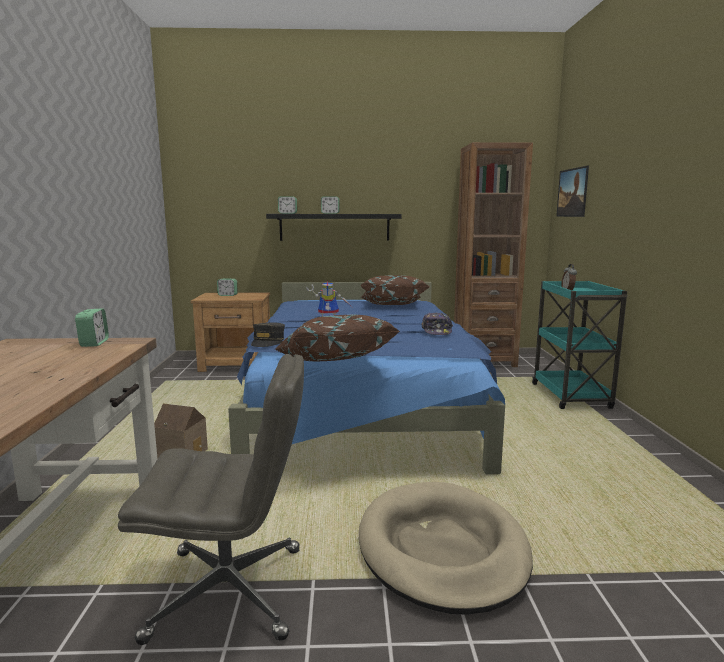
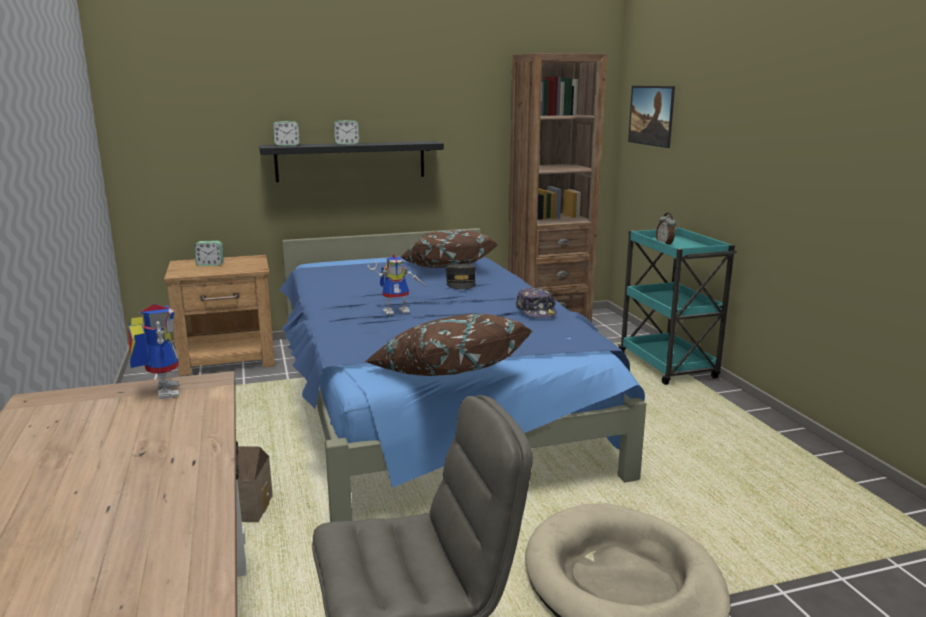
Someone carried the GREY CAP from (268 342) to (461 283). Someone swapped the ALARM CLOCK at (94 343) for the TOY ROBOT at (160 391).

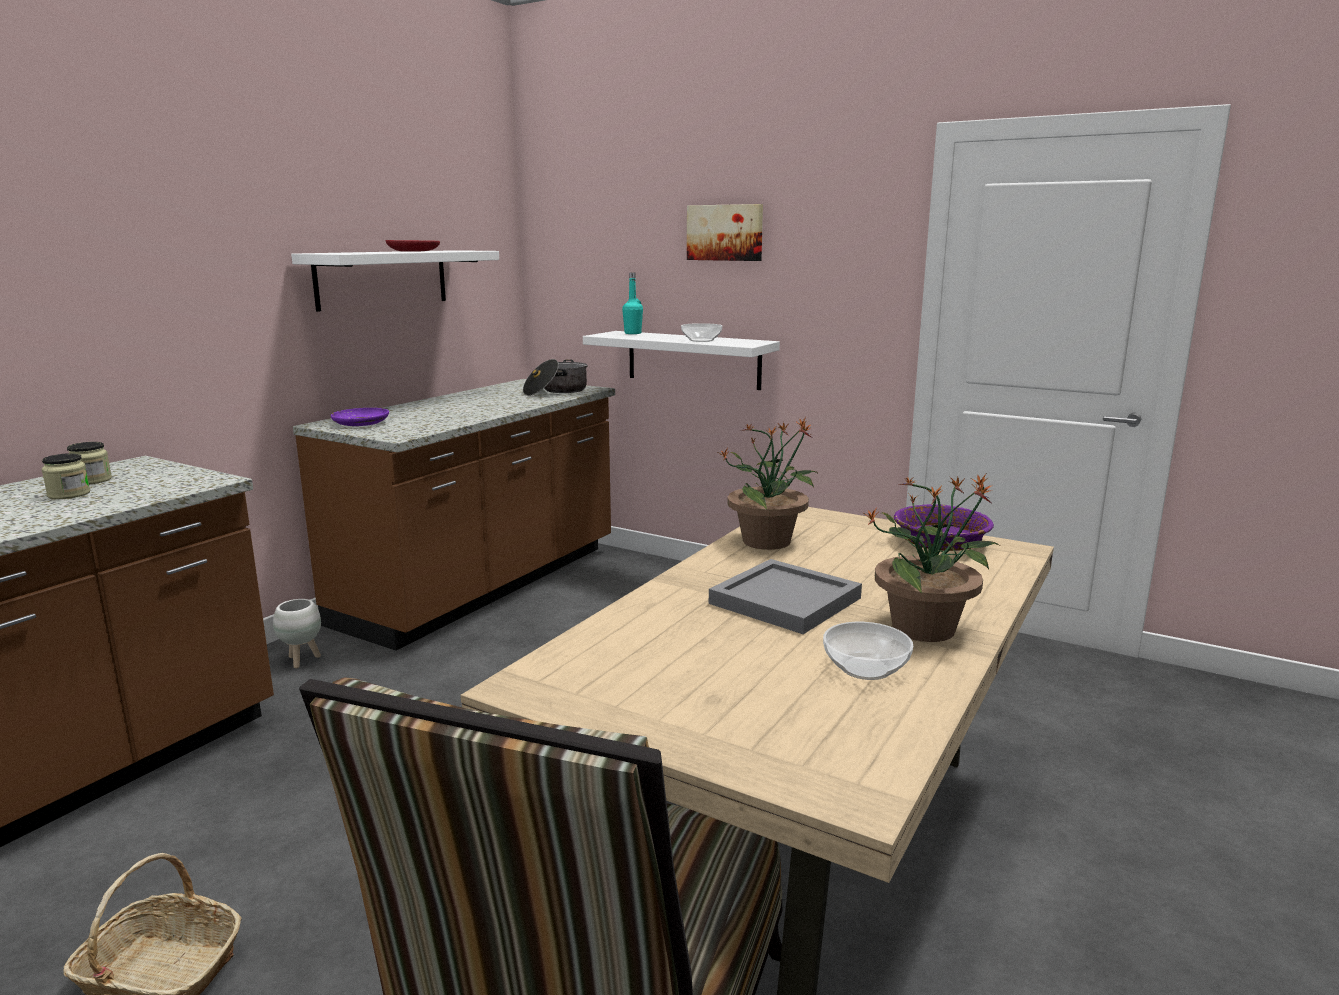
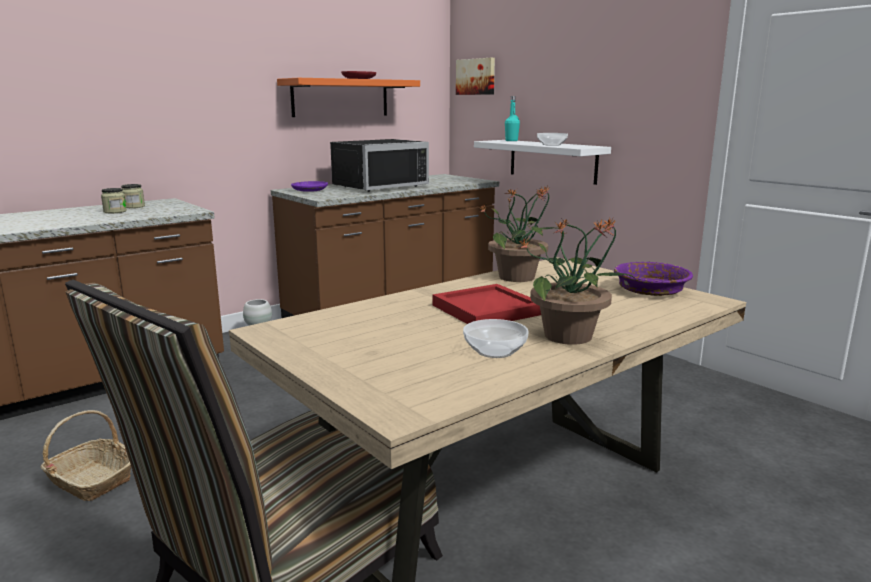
Someone took away the COOKING POT at (556 391). Someone put down the BLACK MICROWAVE at (377 186). Someone carried the PICTURE from (725 232) to (476 76). Someone repainted the WHITE SHELF at (382 279), which became the ORANGE SHELF at (340 98). Someone repainted the GREY TRAY at (782 601), which became the RED TRAY at (485 309).

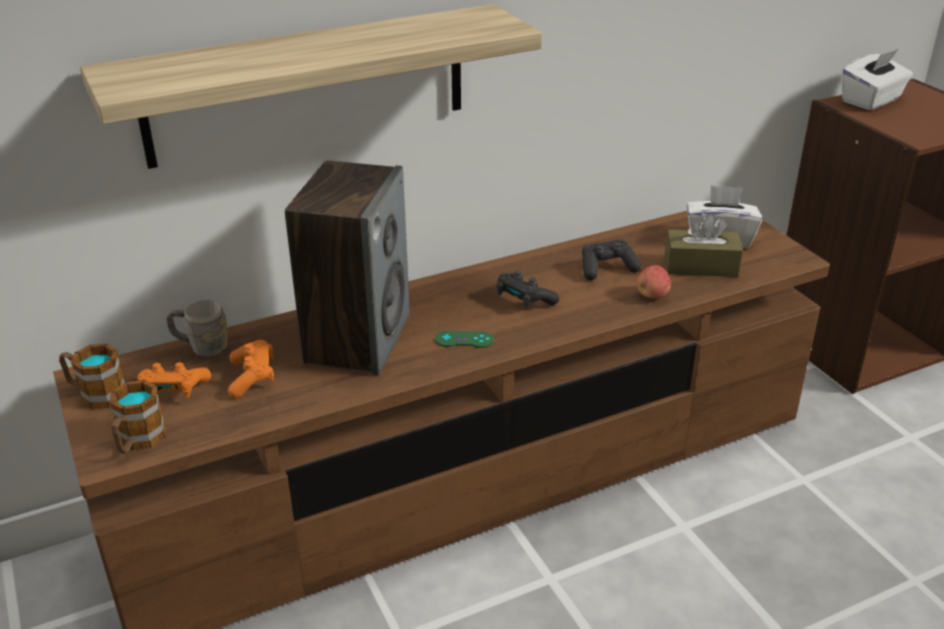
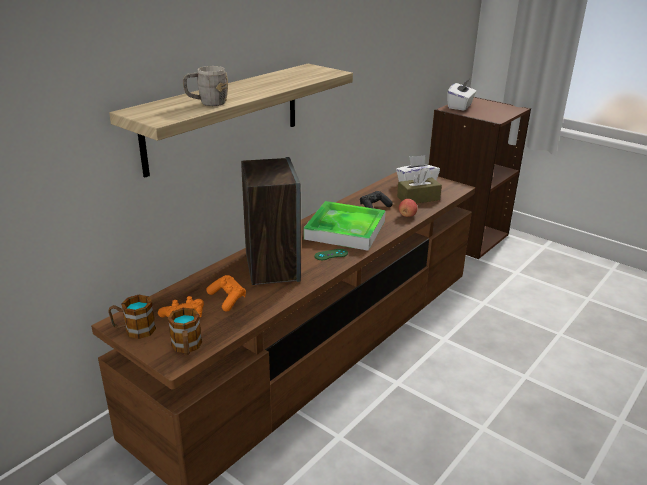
Someone carried the GREY MUG from (201 347) to (207 103). Someone swapped the BLACK GAME CONTROLLER at (524 300) for the TRAY at (345 230).

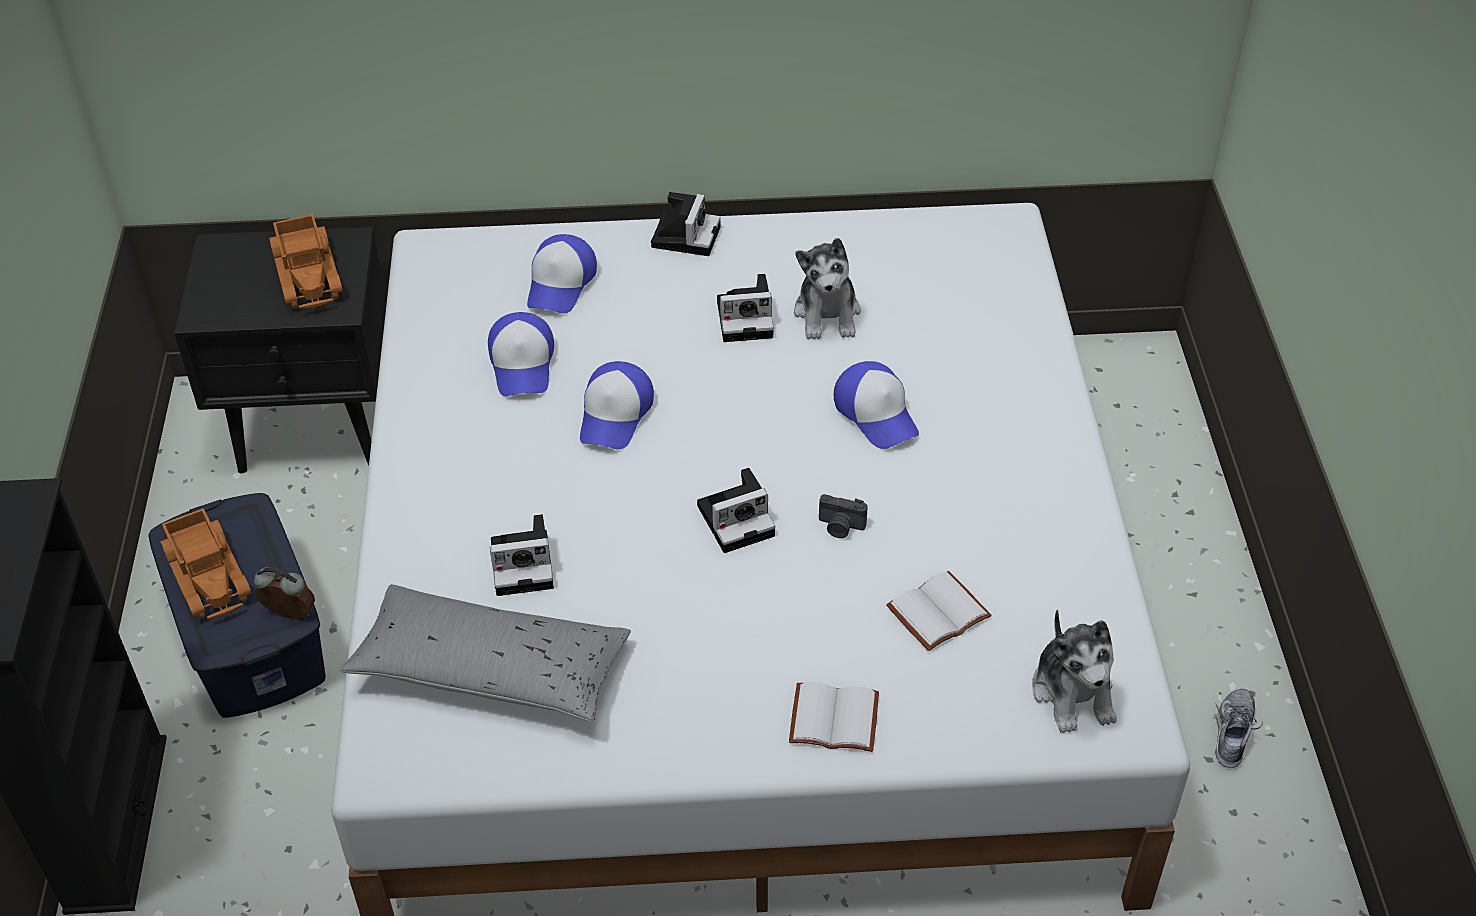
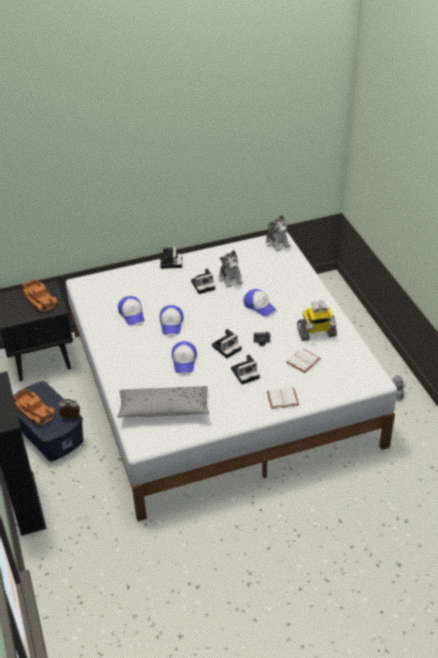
Someone put down the TOY ROBOT at (316 333). Someone carried the PHOTO CAMERA from (525 564) to (246 373). Someone carried the CAP from (561 284) to (184 361). Someone carried the PLUSH TOY from (1073 692) to (277 243).

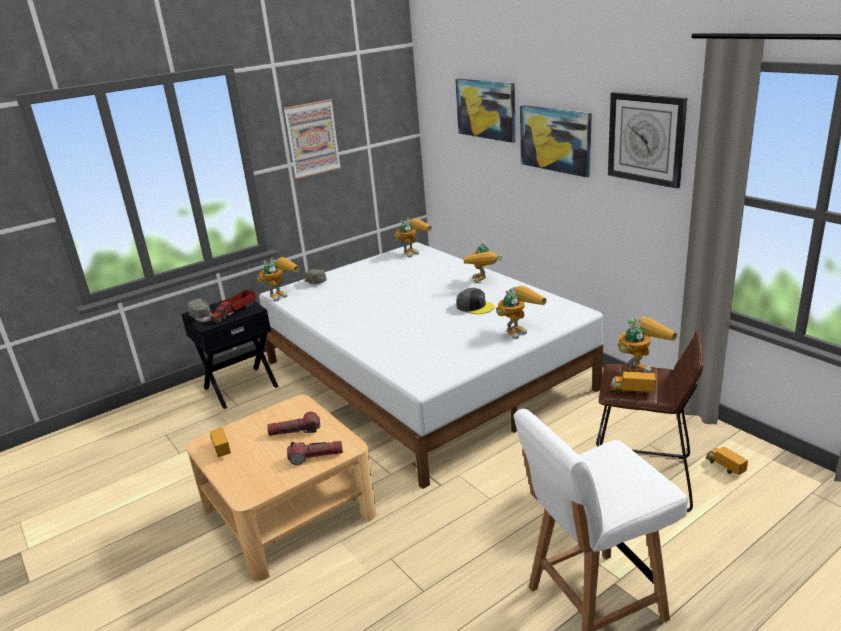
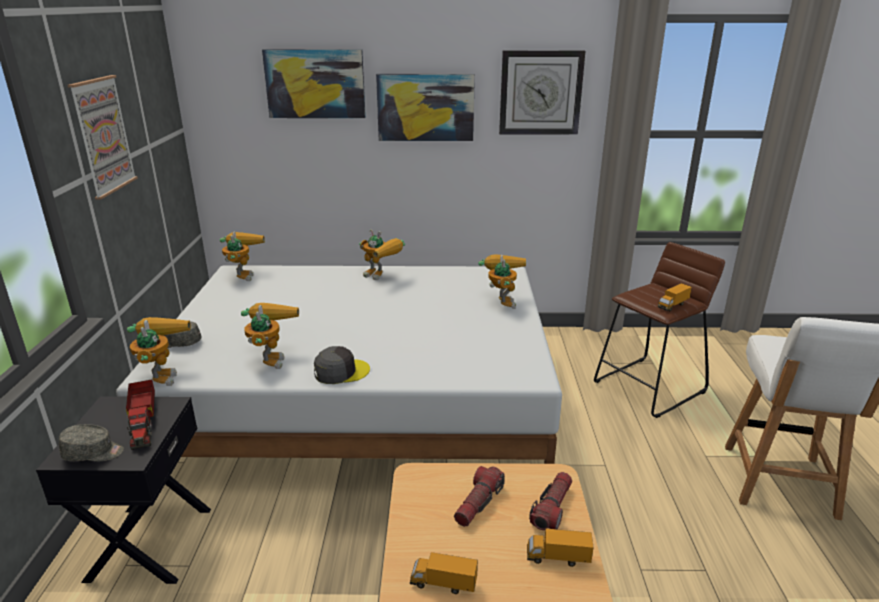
Someone carried the GREY CAP from (475 306) to (341 371). Someone carried the TOY ROBOT from (640 368) to (271 358). Someone carried the TOY TRUCK from (725 467) to (557 558).

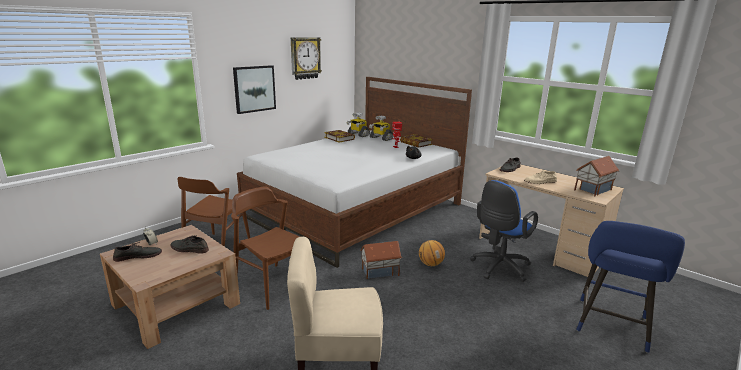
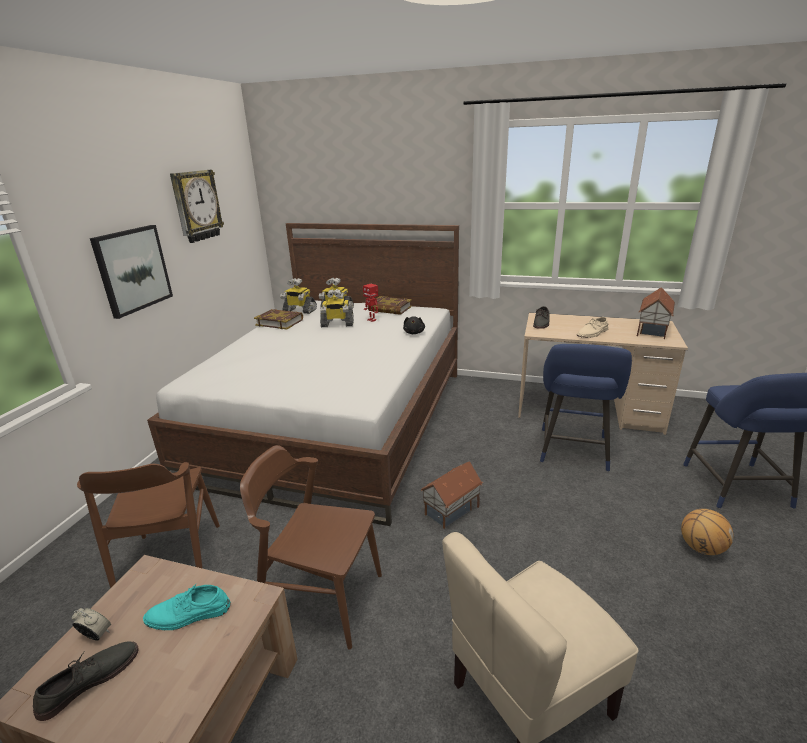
Someone put down the TOY ROBOT at (337 324). Someone carried the BASKETBALL from (430 264) to (701 548). Someone swapped the BLUE OFFICE CHAIR at (498 268) for the BLUE STOOL at (573 452). Someone repainted the GREY SHOE at (189 249), which became the TURQUOISE SHOE at (188 614).

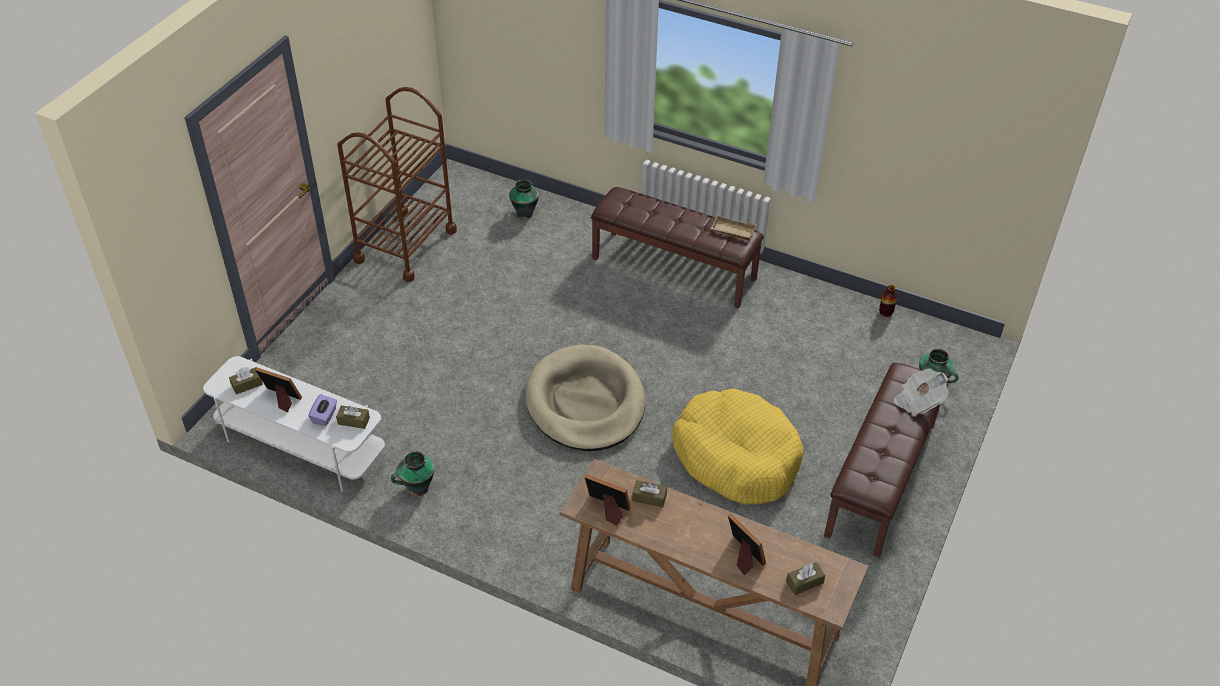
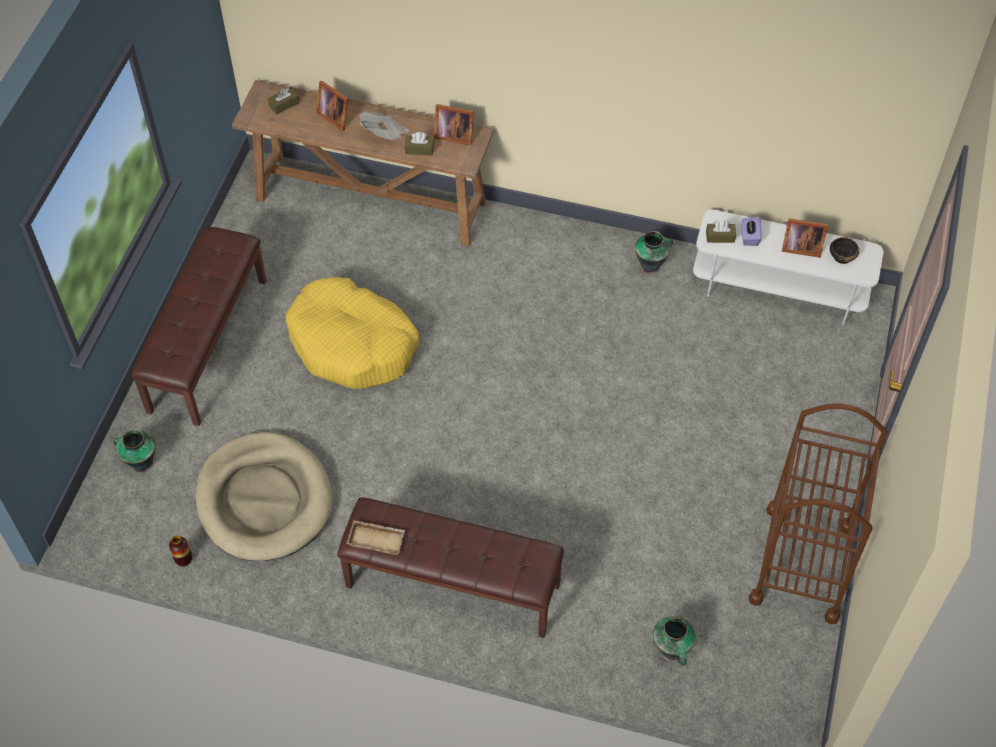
Someone carried the BEIGE DOG BED from (585 403) to (264 500). Someone carried the NEWSPAPER from (918 401) to (384 134). Someone swapped the BROWN TISSUE BOX at (247 385) for the BOWL at (842 256).

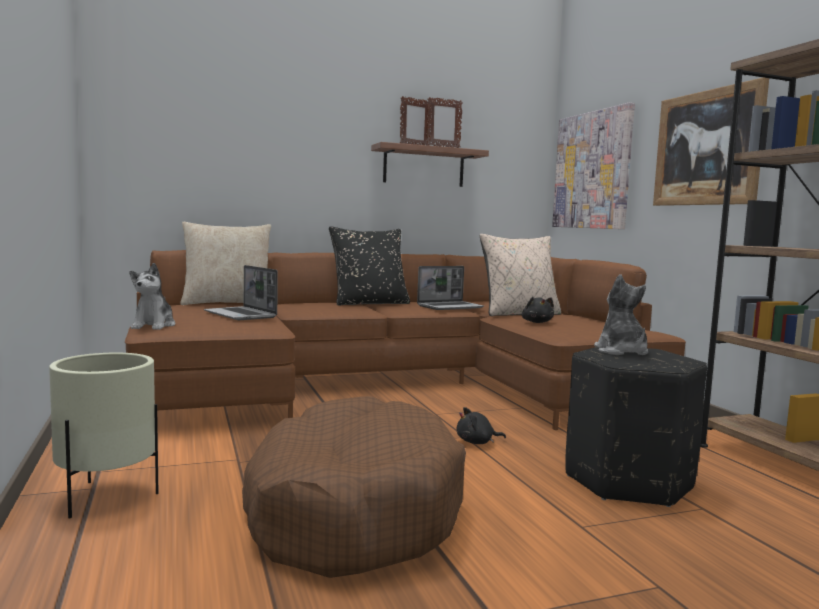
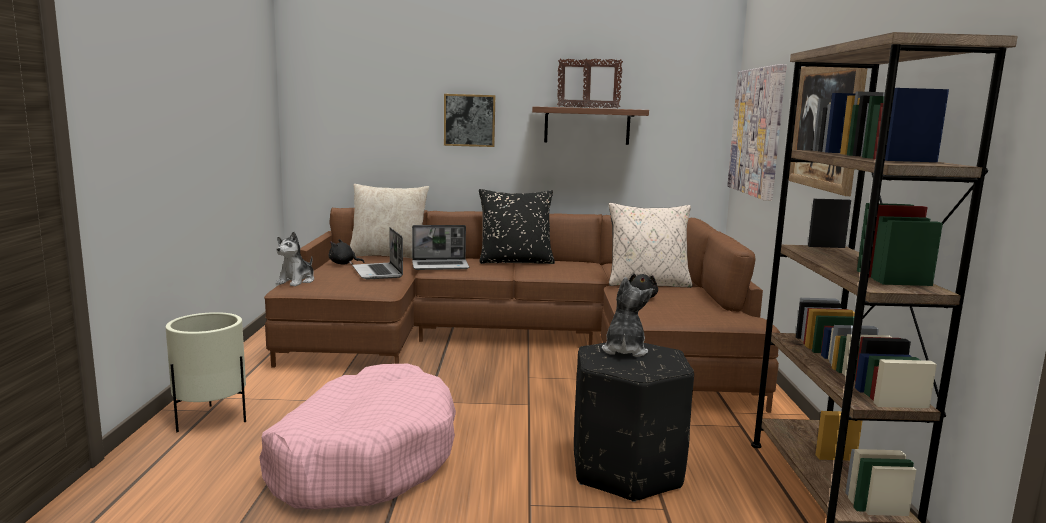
Someone put up the PICTURE at (469 120). Someone carried the LAPTOP from (450 307) to (441 266). Someone carried the BLACK PLUSH TOY from (477 442) to (343 264). Someone repainted the BROWN DOG BED at (351 510), which became the PINK DOG BED at (363 458).

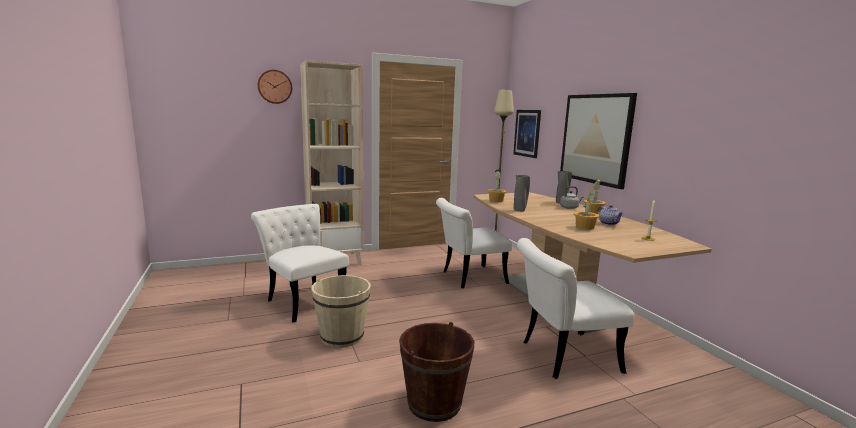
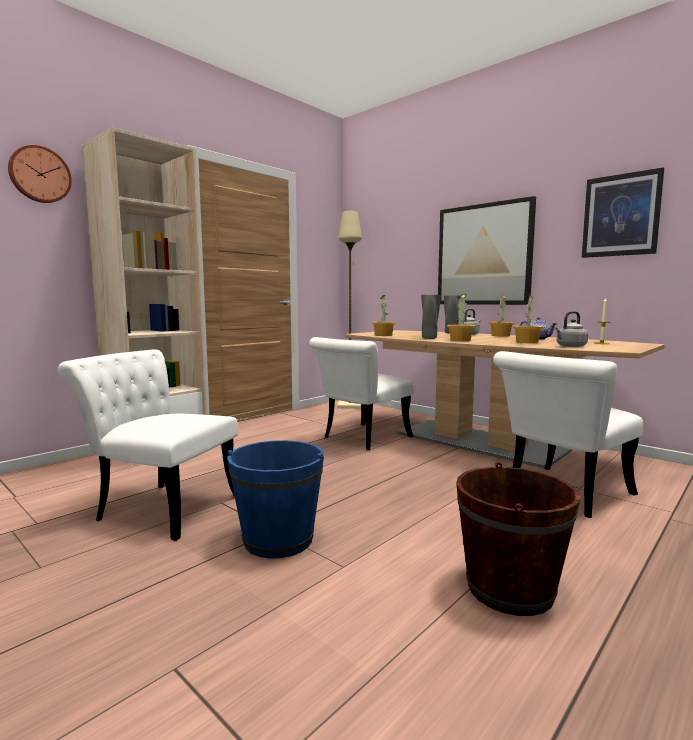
Someone put down the POTTED PLANT at (460 340). Someone put down the GREY KETTLE at (570 346). Someone carried the PICTURE from (527 133) to (621 215). Someone repainted the BEIGE BUCKET at (342 336), which became the BLUE BUCKET at (278 540).

